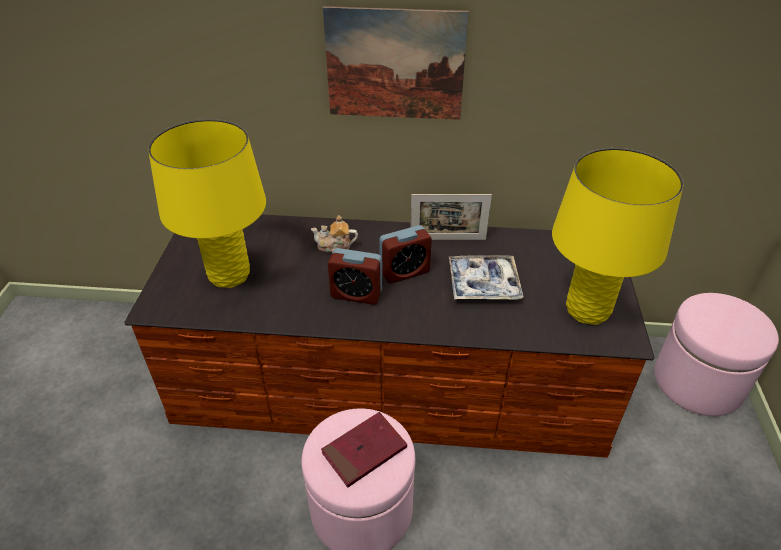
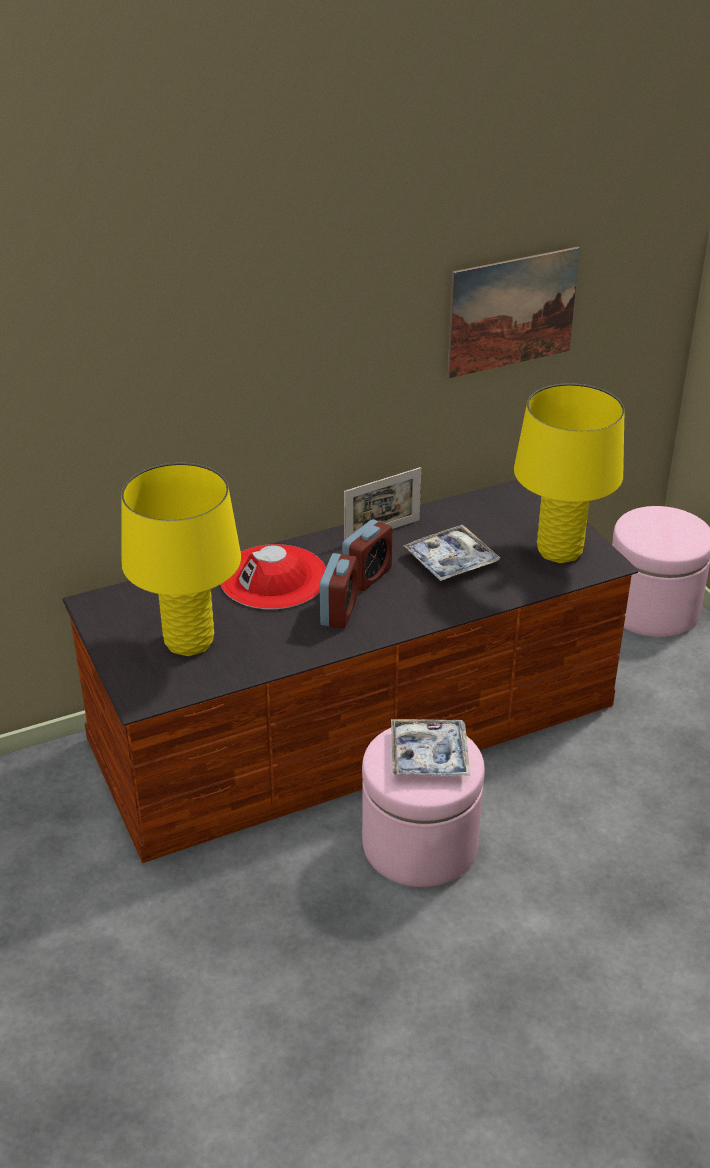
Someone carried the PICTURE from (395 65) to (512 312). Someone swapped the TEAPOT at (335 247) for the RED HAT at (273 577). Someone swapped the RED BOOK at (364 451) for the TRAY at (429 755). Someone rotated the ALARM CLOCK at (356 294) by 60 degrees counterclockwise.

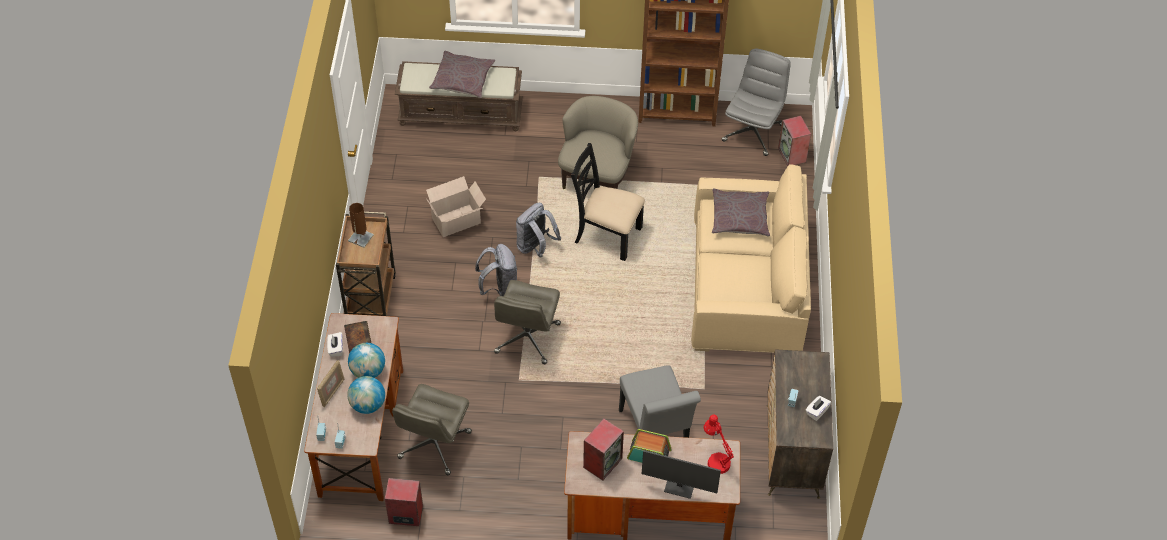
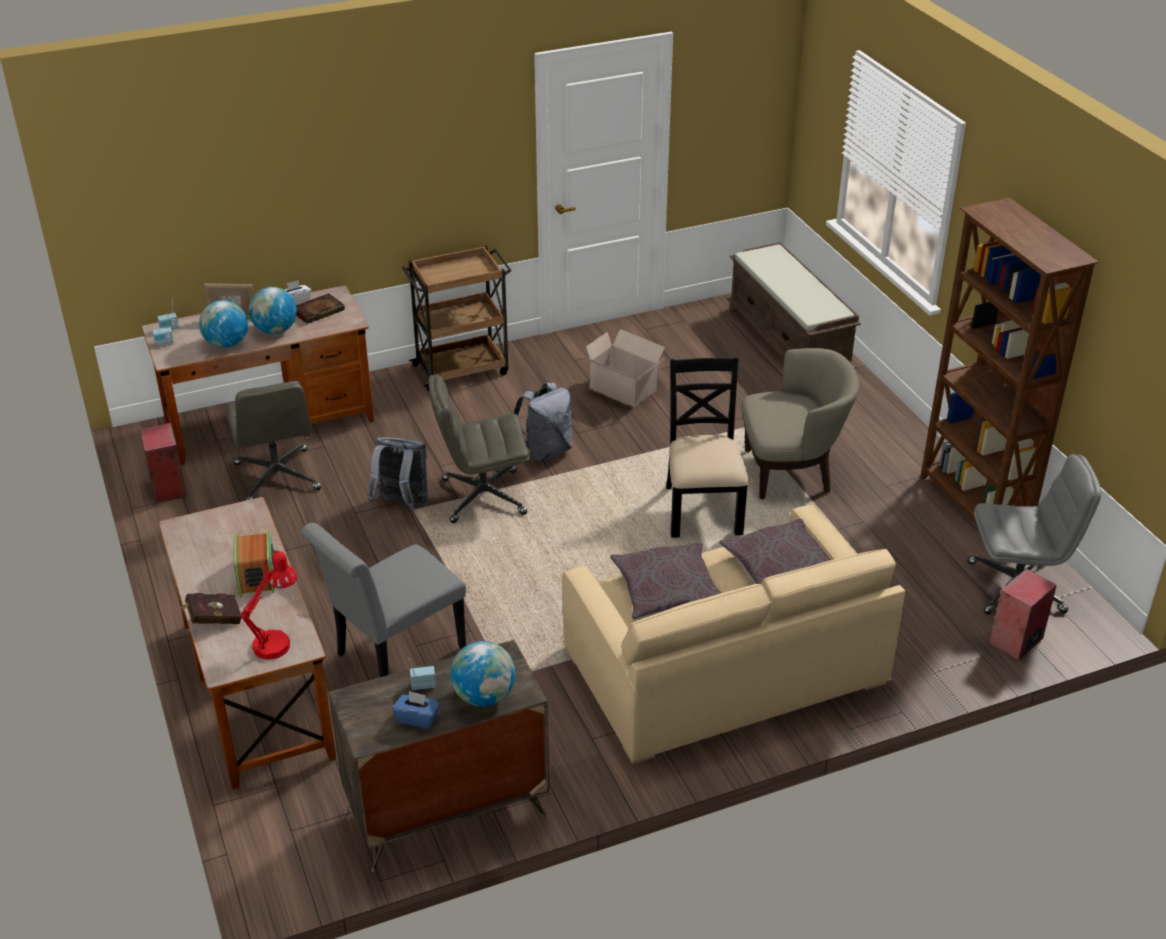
Someone took away the BROWN TABLE LAMP at (360 238). Someone took away the SPEAKER at (602 462). Someone put down the GLOBE at (484 696). Someone carried the GREY PILLOW from (463 79) to (667 591). Someone carried the GREY BACKPACK from (535 247) to (402 504). Someone swapped the MONITOR at (679 487) for the RED BOOK at (212 619). Someone repainted the WHITE TISSUE BOX at (816 412), which became the BLUE TISSUE BOX at (417 719). Someone rotated the GREY OFFICE CHAIR at (434 445) by 105 degrees counterclockwise.

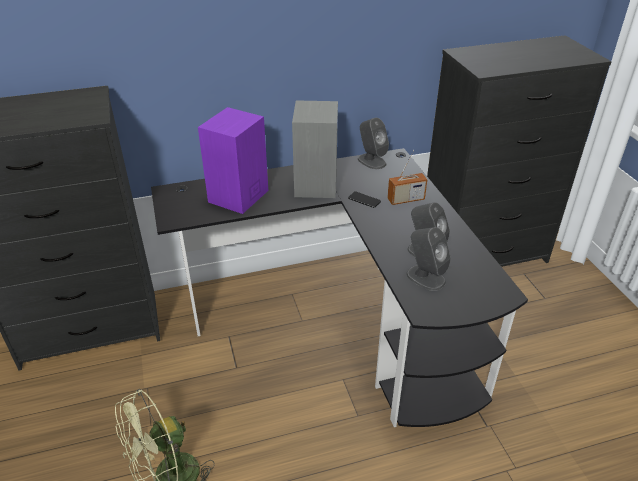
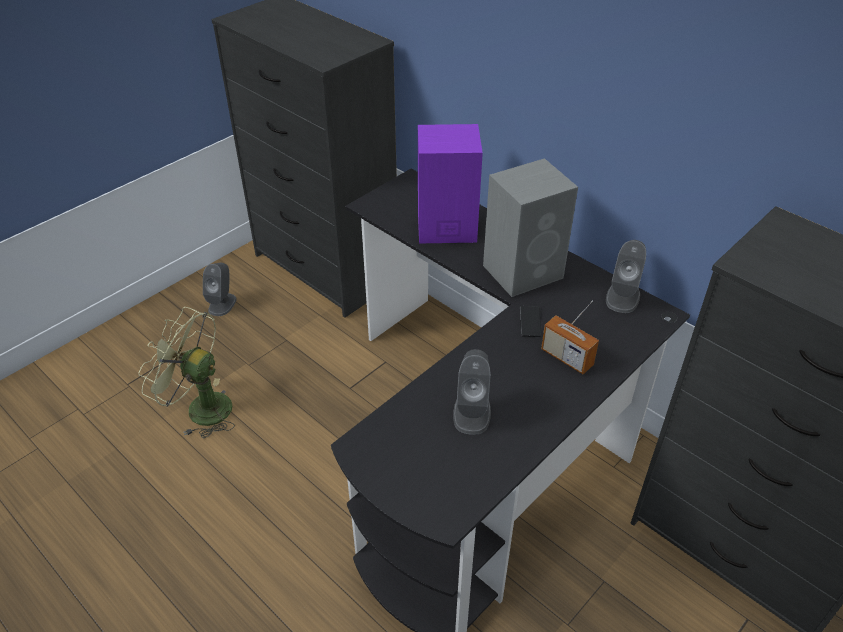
Someone carried the GREY SPEAKER from (425 277) to (222 304).

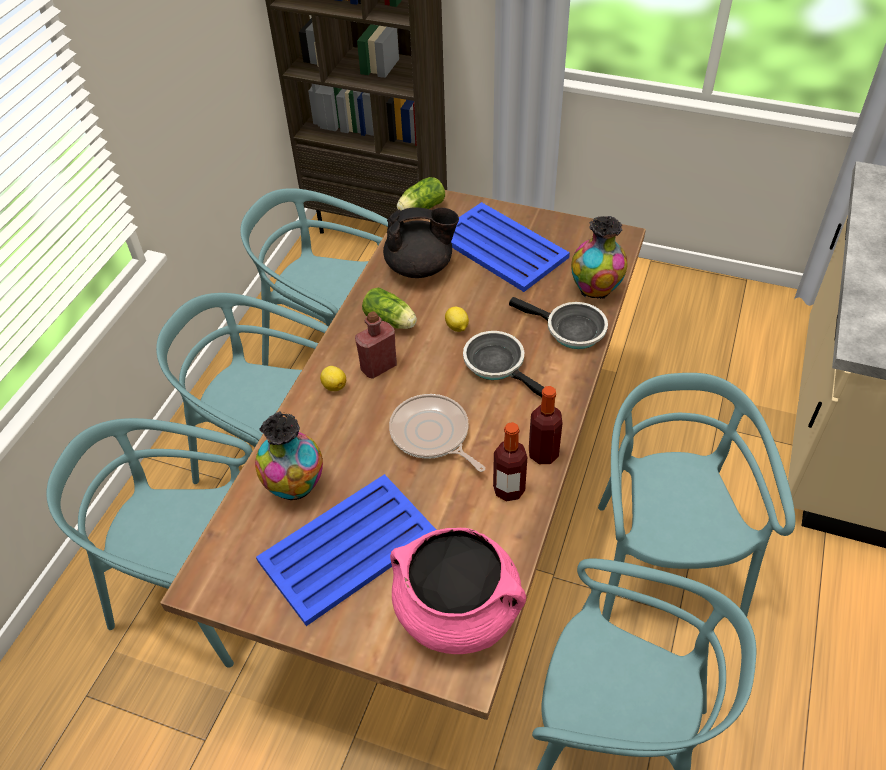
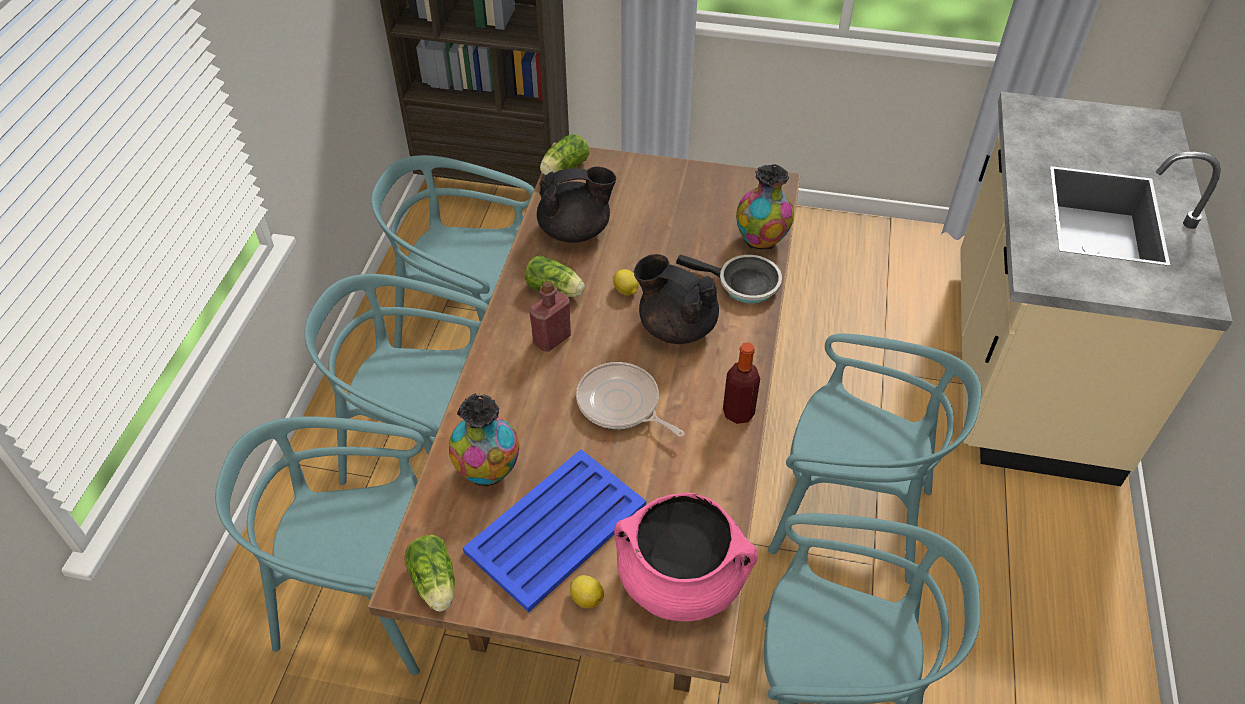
Someone took away the BLUE TRAY at (502 248). Someone took away the BOTTLE at (509 489). Someone put down the LETTUCE at (435 584). Someone carried the LEMON from (334 385) to (586 598). Someone swapped the FRYING PAN at (498 365) for the BLACK TEAPOT at (676 326). Someone rotated the TURQUOISE CHAIR at (662 562) by 120 degrees clockwise.

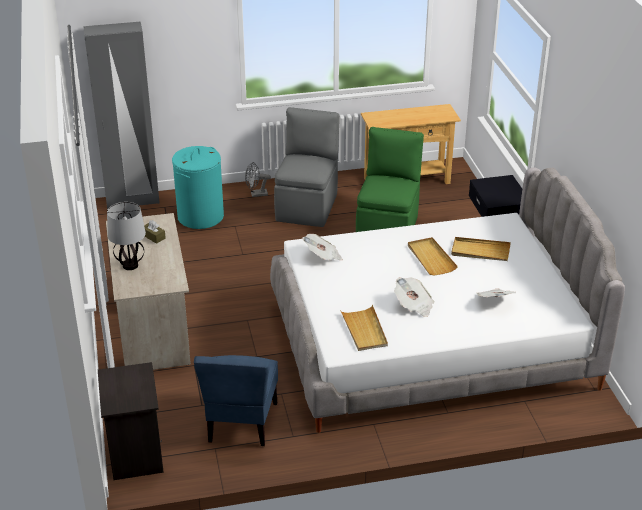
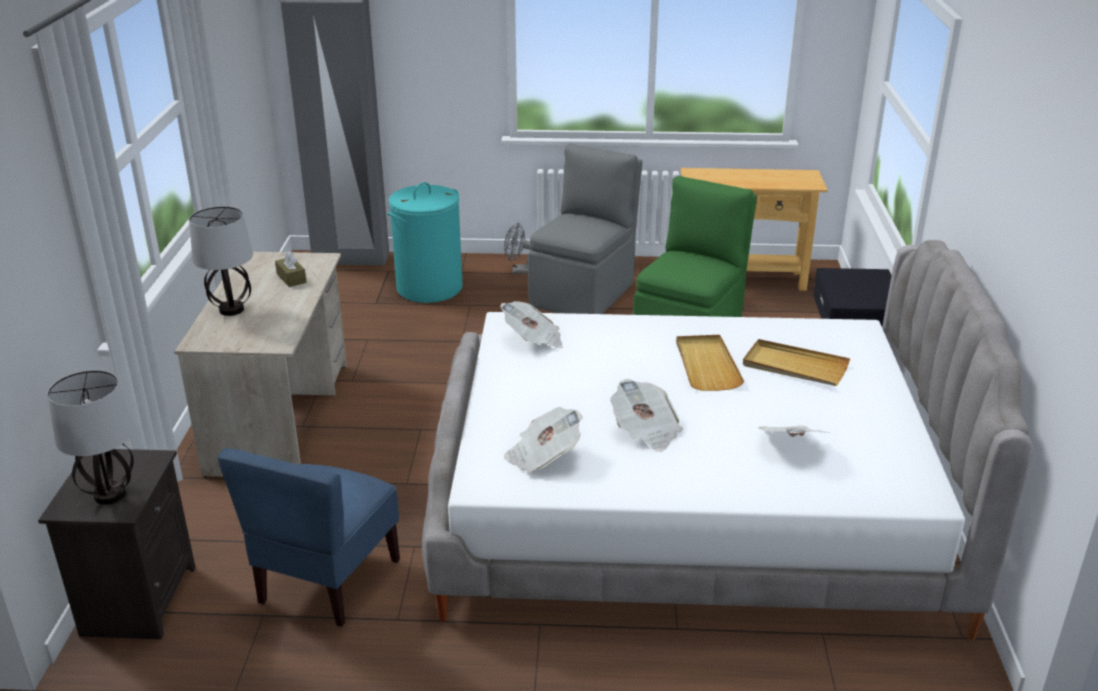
Someone put down the TABLE LAMP at (111 495). Someone swapped the BEIGE TRAY at (364 330) for the NEWSPAPER at (543 456).

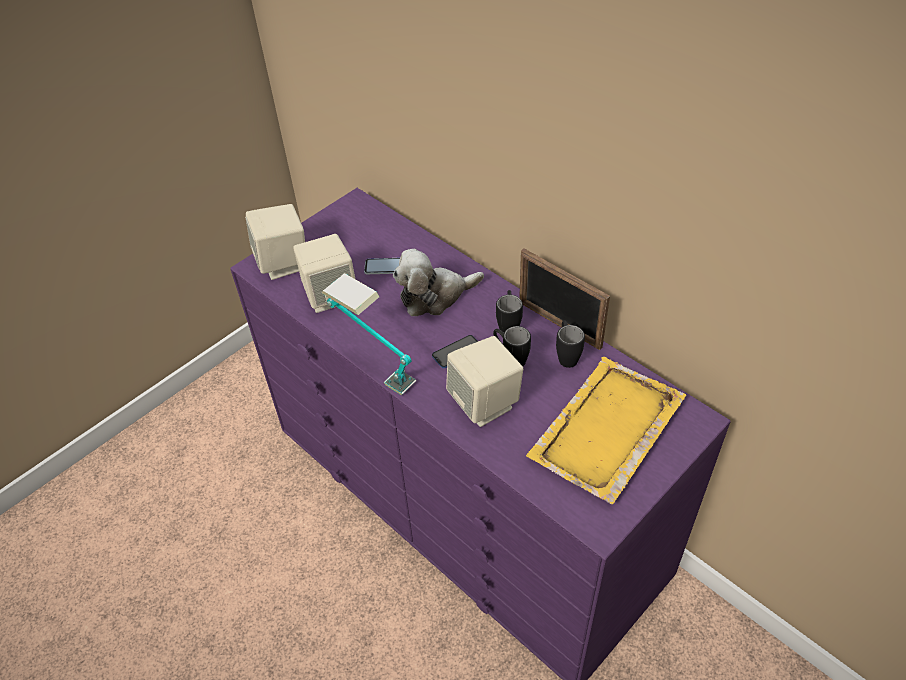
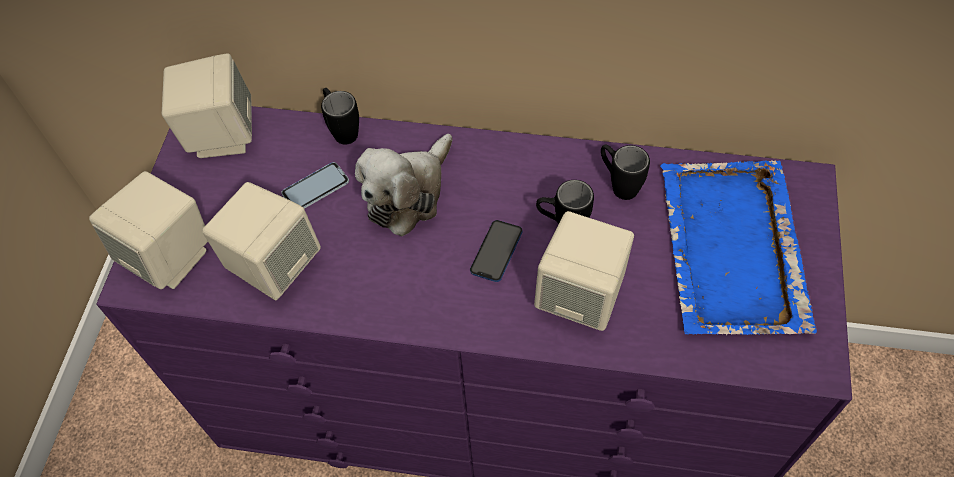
Someone took away the TABLE LAMP at (373 366). Someone took away the PICTURE FRAME at (559 324). Someone put down the BEIGE SPEAKER at (221 134). Someone carried the BLACK MUG from (508 324) to (342 129). Someone repainted the YELLOW TRAY at (605 431), which became the BLUE TRAY at (731 250).

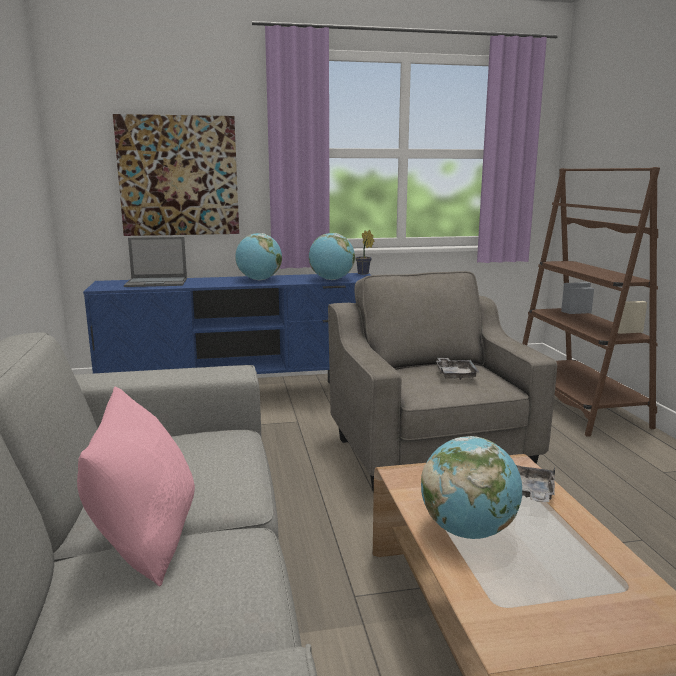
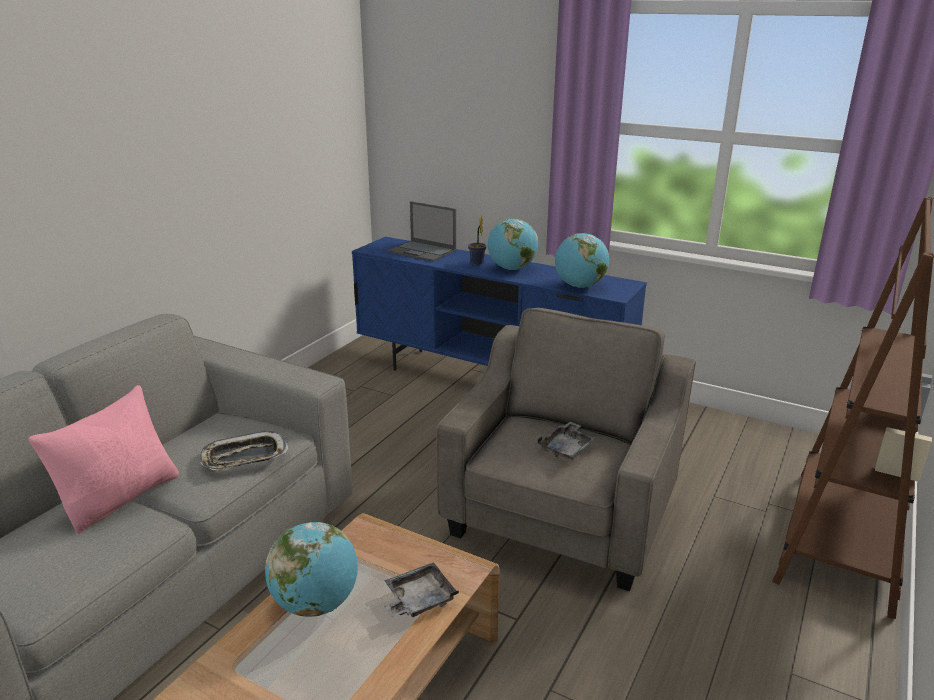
Someone took away the PICTURE at (178 176). Someone put down the TRAY at (244 457). Someone carried the POTTED PLANT from (364 273) to (477 263).

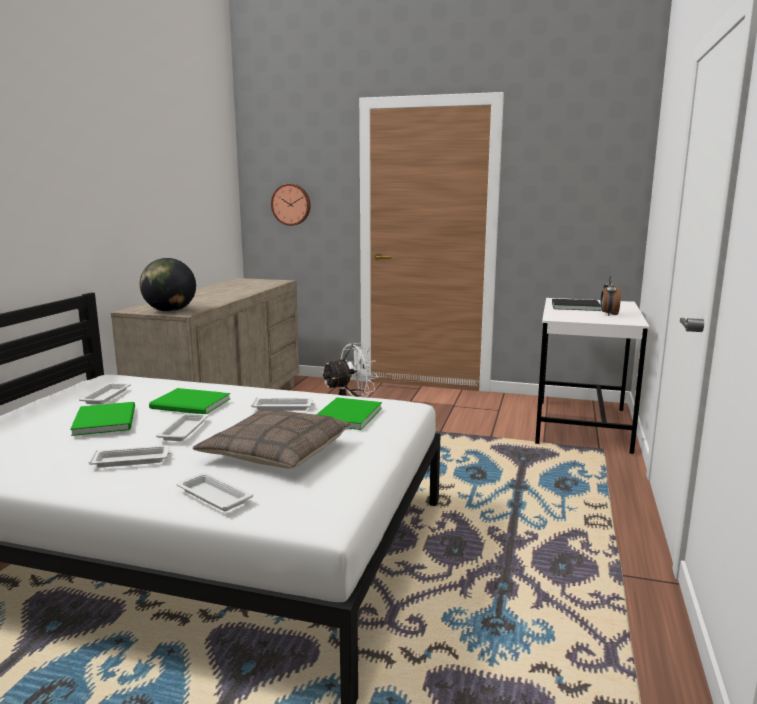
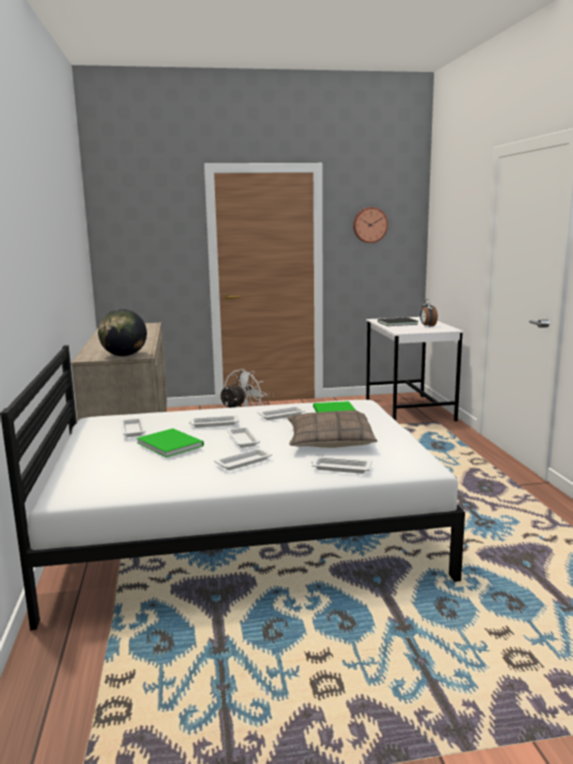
Someone carried the WALL CLOCK from (291 204) to (369 225). Someone swapped the GREEN BOOK at (191 404) for the WHITE TRAY at (213 424).

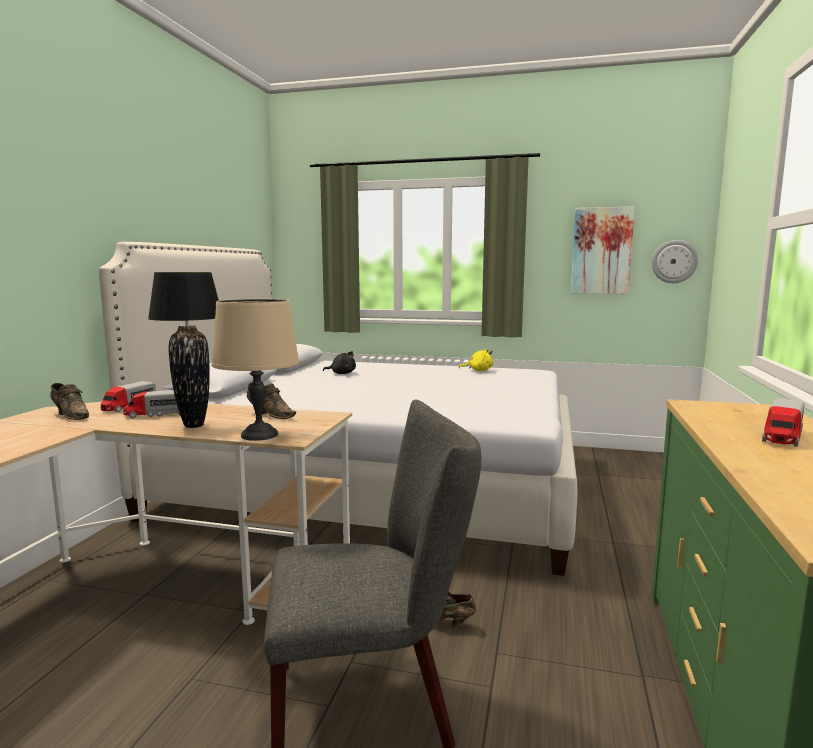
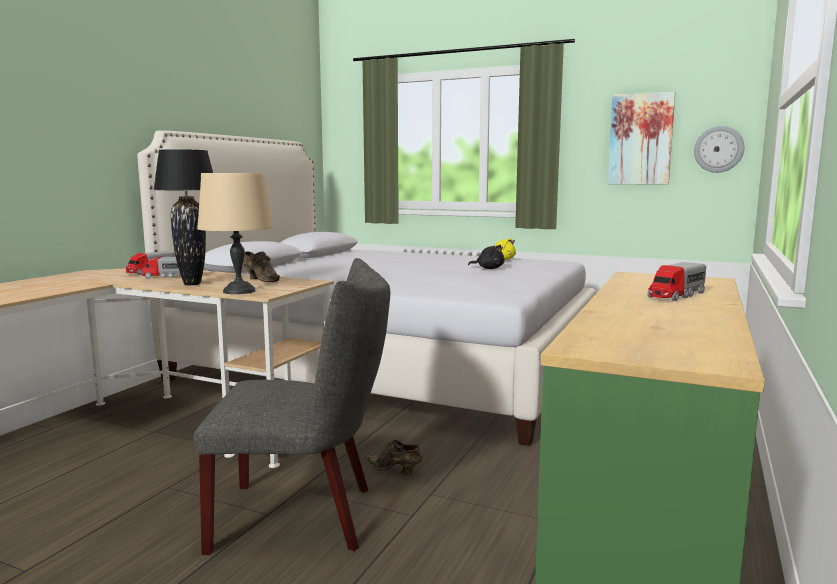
Someone took away the BROWN SHOE at (71 415). Someone carried the BLACK PLUSH TOY from (342 373) to (488 268).

